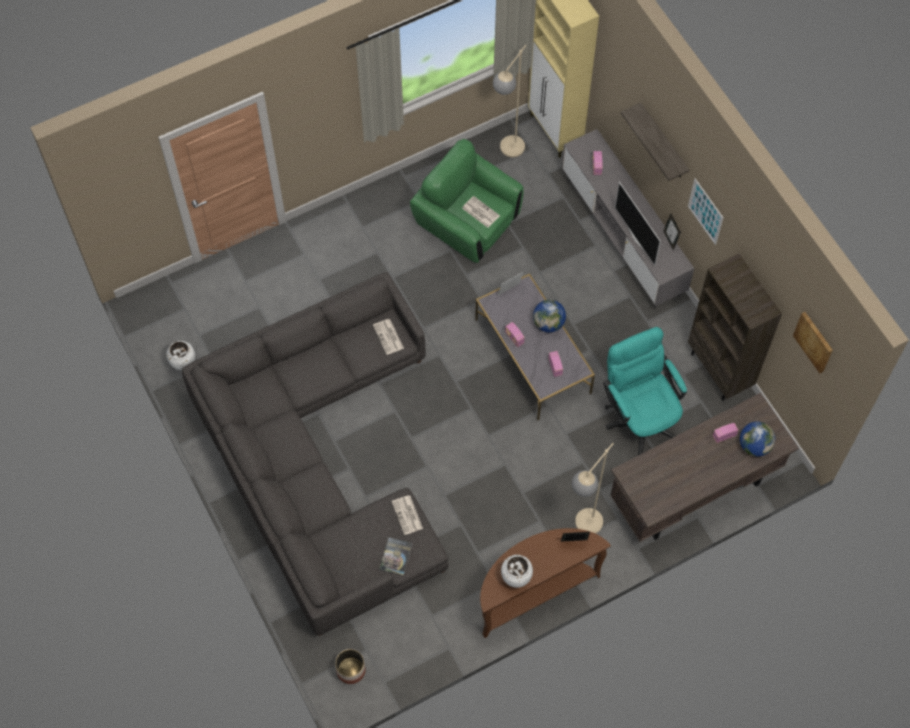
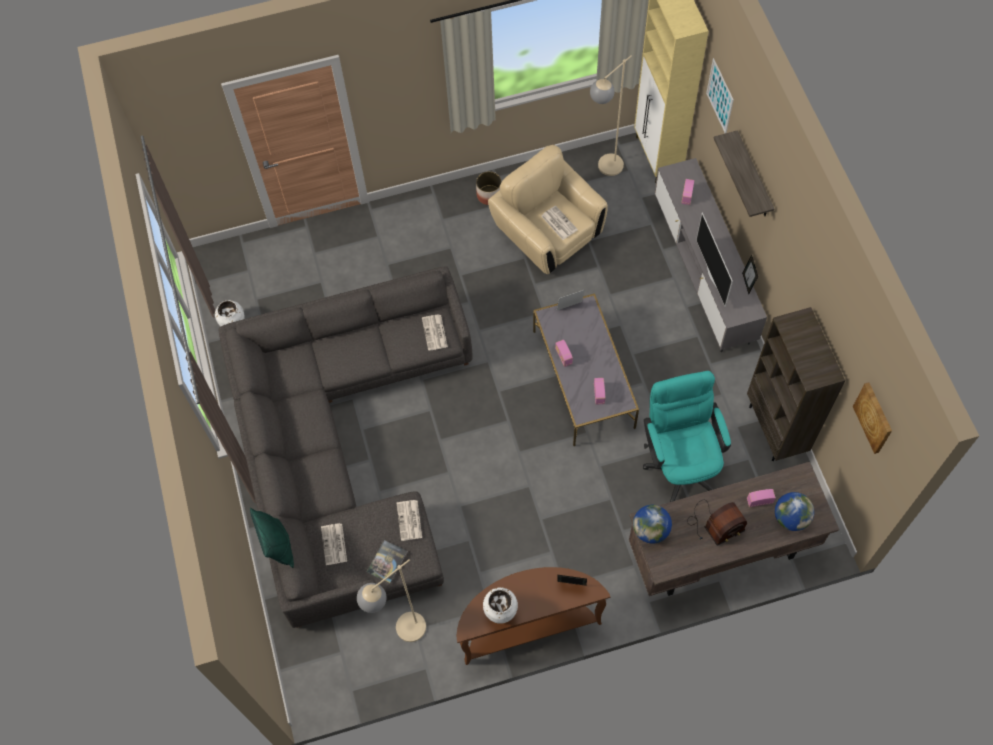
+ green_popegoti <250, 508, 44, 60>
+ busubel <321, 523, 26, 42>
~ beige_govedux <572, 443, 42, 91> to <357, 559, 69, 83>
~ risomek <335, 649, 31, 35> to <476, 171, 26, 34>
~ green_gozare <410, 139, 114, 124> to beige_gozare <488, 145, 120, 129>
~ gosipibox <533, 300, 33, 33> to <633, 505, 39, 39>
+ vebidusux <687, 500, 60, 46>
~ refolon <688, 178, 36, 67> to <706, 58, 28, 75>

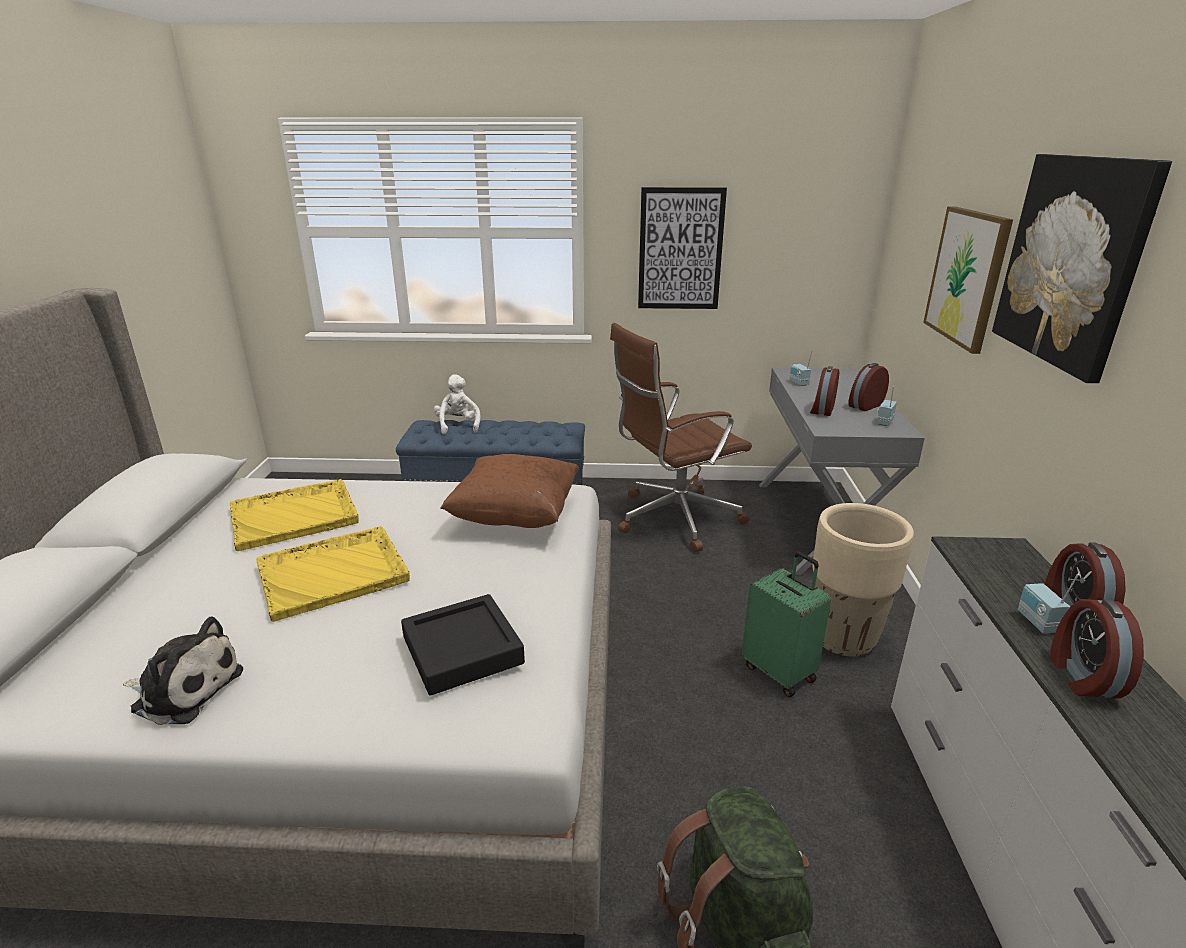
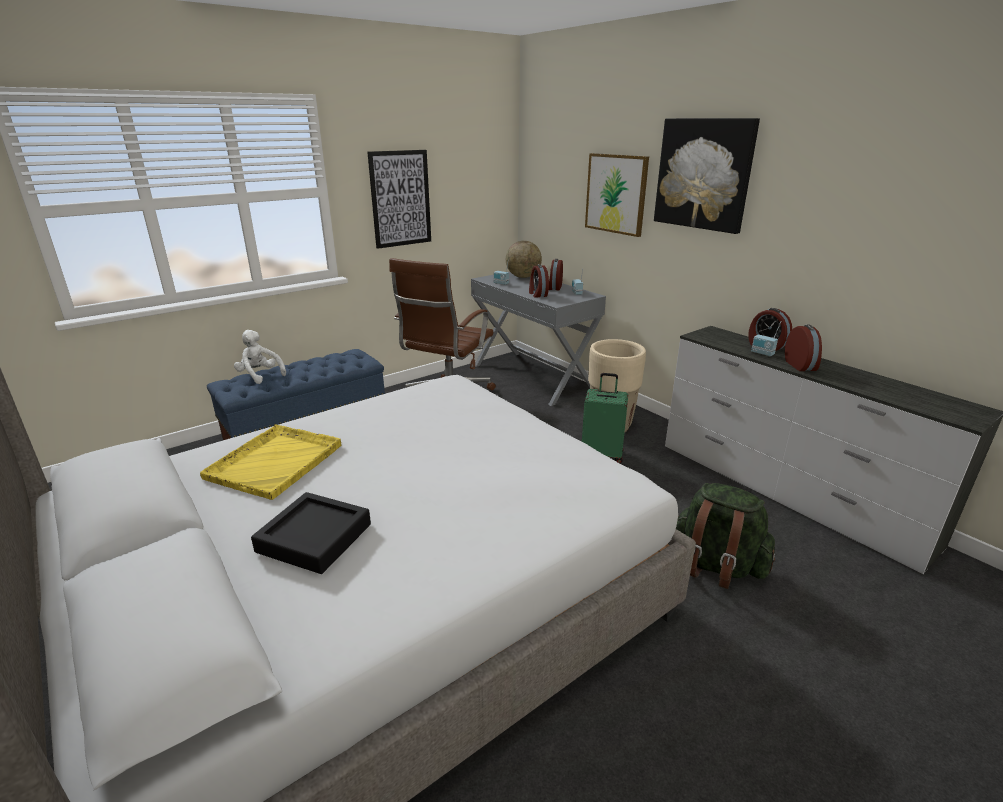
~ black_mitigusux <401, 594, 124, 102> to <251, 492, 120, 82>
+ gosipibox <506, 241, 36, 37>
~ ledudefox <1050, 599, 94, 100> = <785, 324, 37, 47> 150 degrees counterclockwise
- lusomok <123, 616, 120, 109>
- yellow_mitigusux <256, 526, 154, 96>
- brown_popegoti <440, 454, 139, 74>

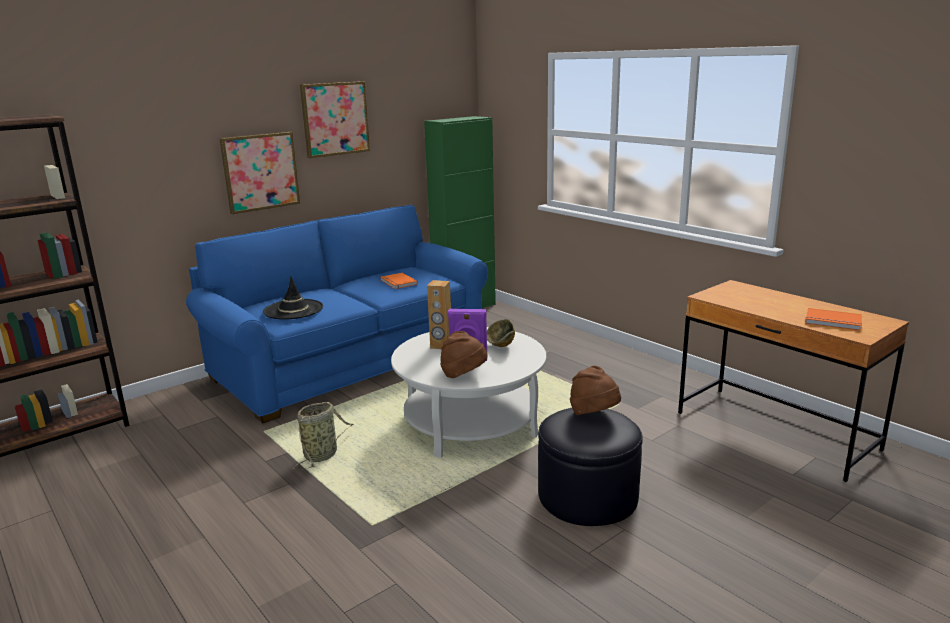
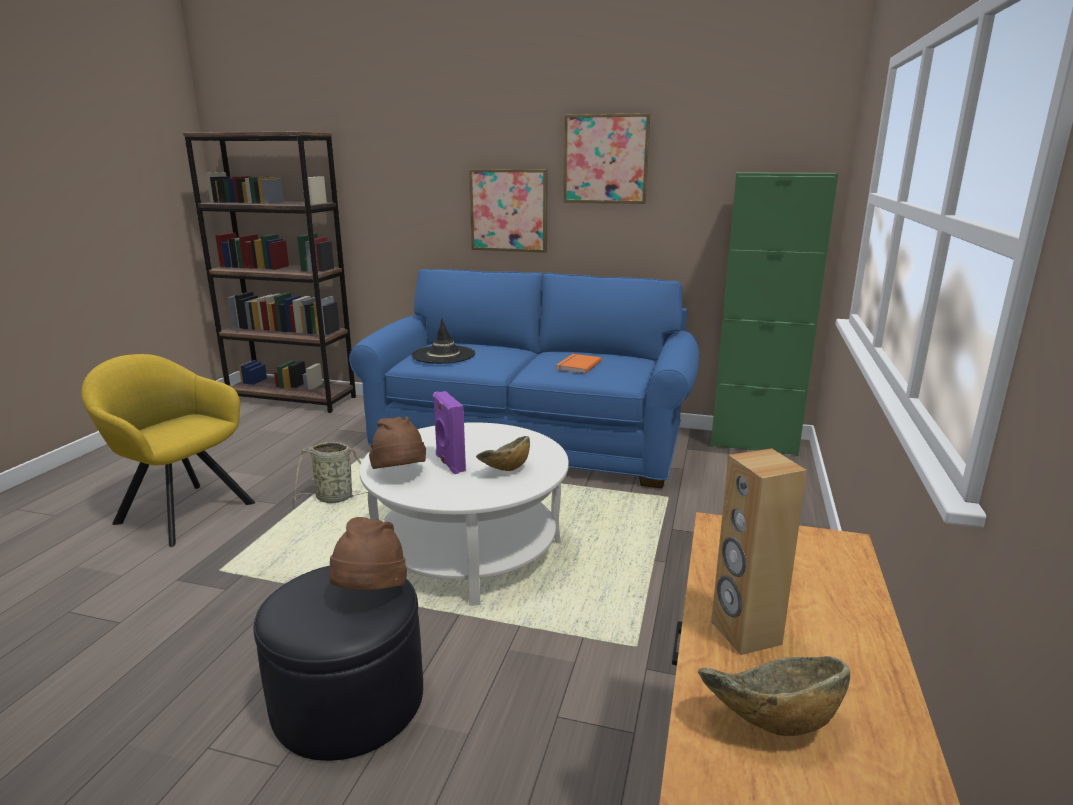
+ yellow_gozare <81, 354, 174, 193>
~ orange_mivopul <805, 308, 57, 23> to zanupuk <698, 656, 152, 80>
~ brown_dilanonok <427, 280, 24, 69> to <711, 448, 96, 207>

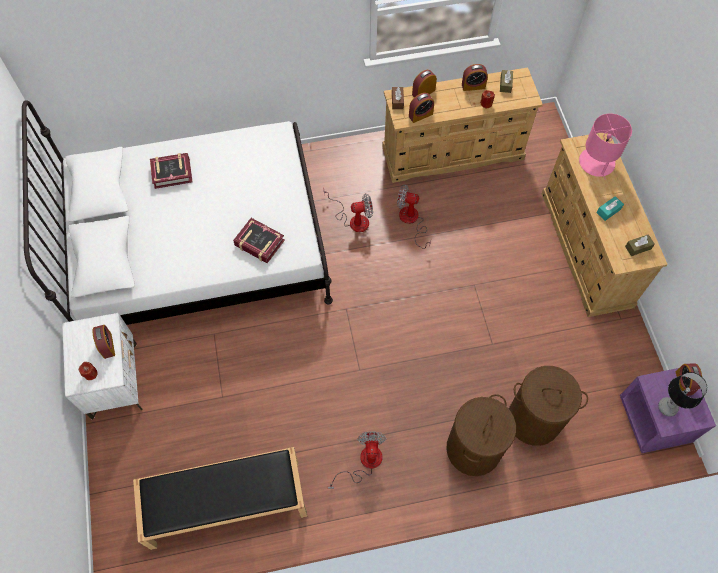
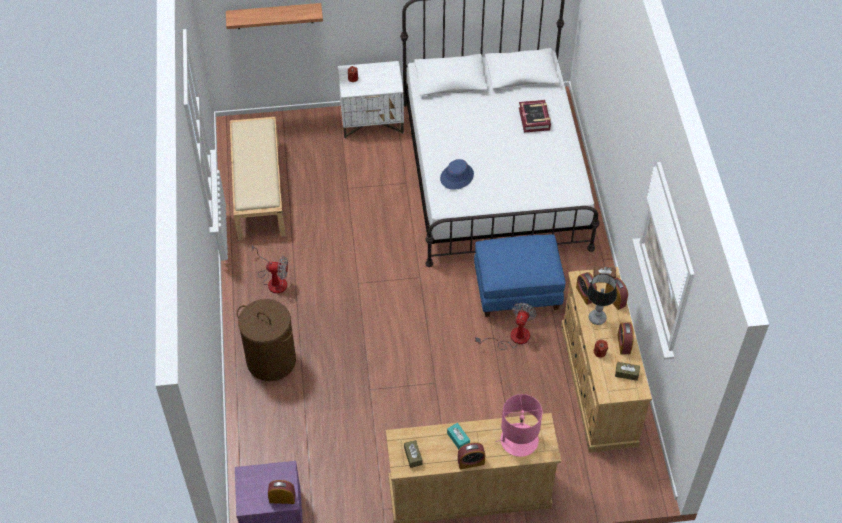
+ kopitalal <226, 3, 97, 26>
~ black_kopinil <133, 447, 174, 103> to beige_kopinil <230, 117, 55, 123>
~ mivopul <233, 218, 52, 45> to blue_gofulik <440, 159, 34, 31>
~ ledudefox <92, 325, 23, 34> to <458, 442, 27, 27>
~ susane <324, 191, 49, 41> to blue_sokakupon <474, 235, 92, 82>
~ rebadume <658, 372, 49, 45> to <587, 274, 30, 51>
- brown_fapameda <509, 366, 79, 80>

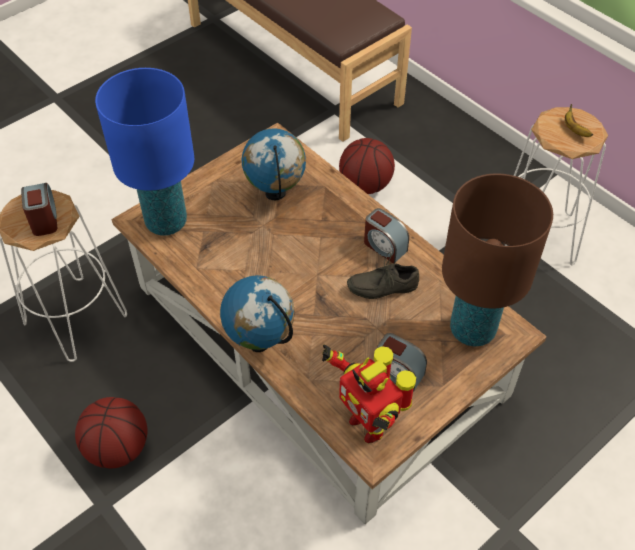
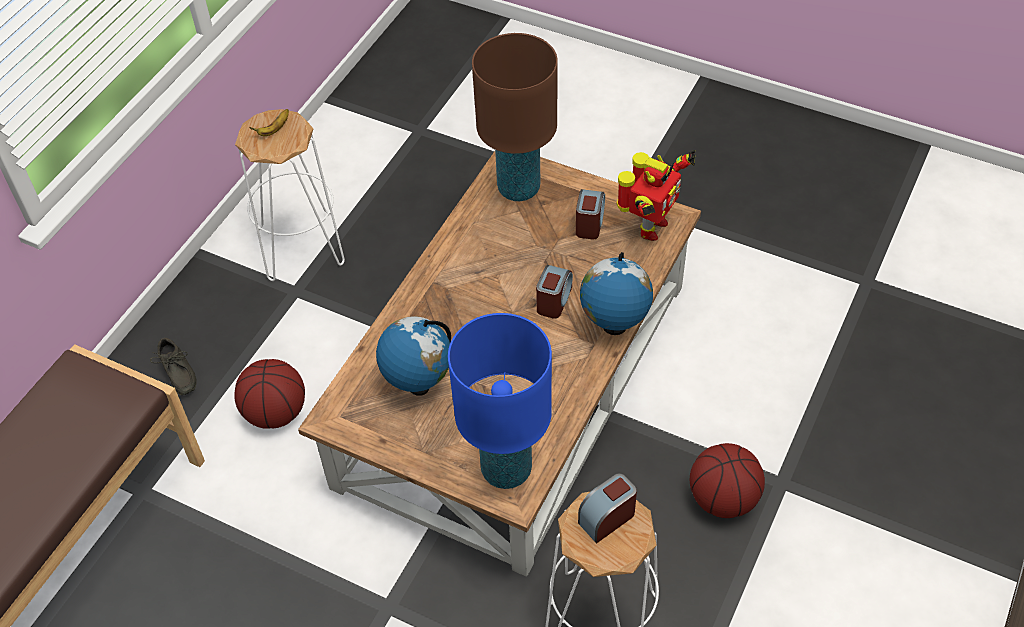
~ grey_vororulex <347, 252, 72, 47> to <150, 338, 47, 57>
~ ledudefox <364, 208, 45, 56> to <536, 265, 37, 54>

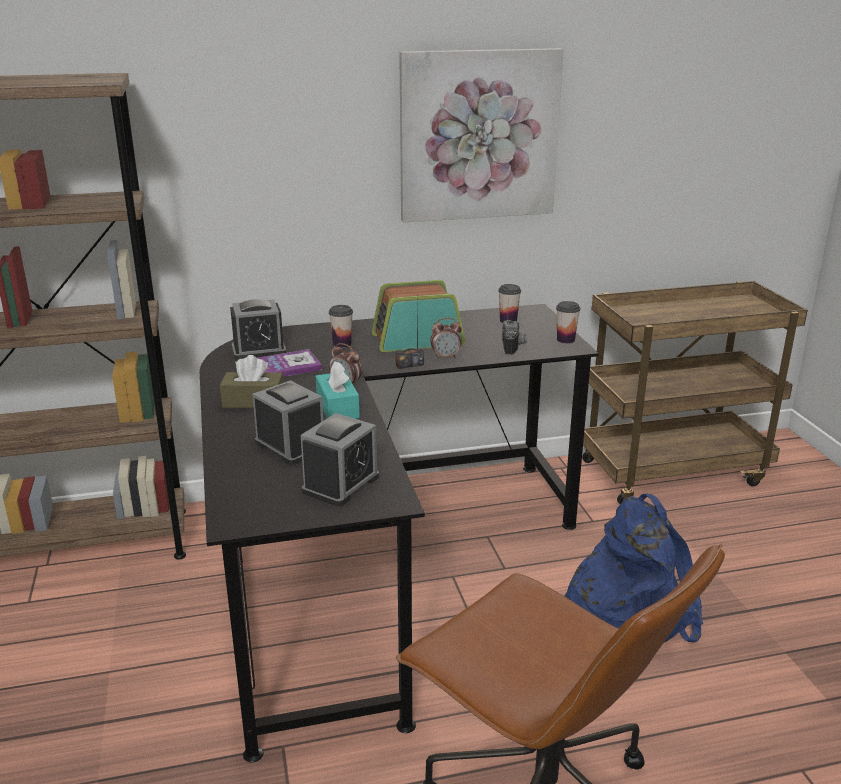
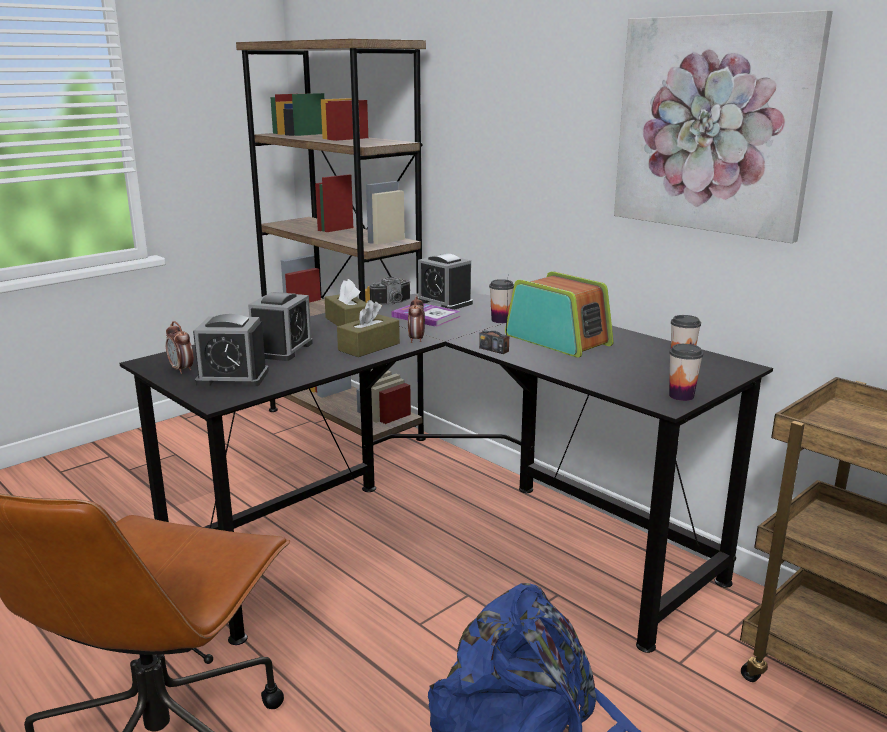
~ ledudefox <430, 318, 32, 41> to <166, 321, 27, 53>
~ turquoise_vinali <316, 362, 44, 57> to brown_vinali <337, 300, 63, 57>
~ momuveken <502, 320, 25, 35> to <369, 277, 41, 28>

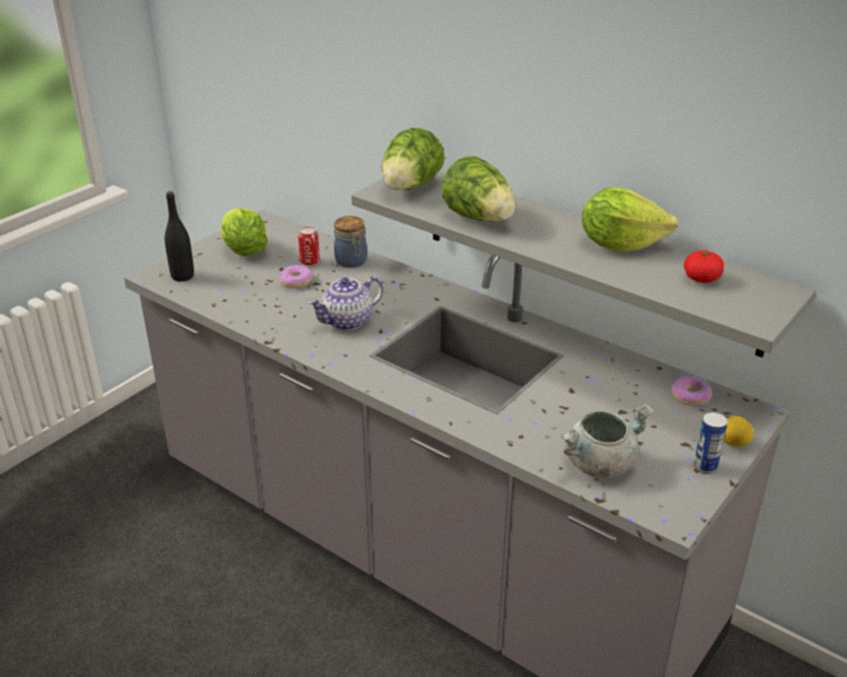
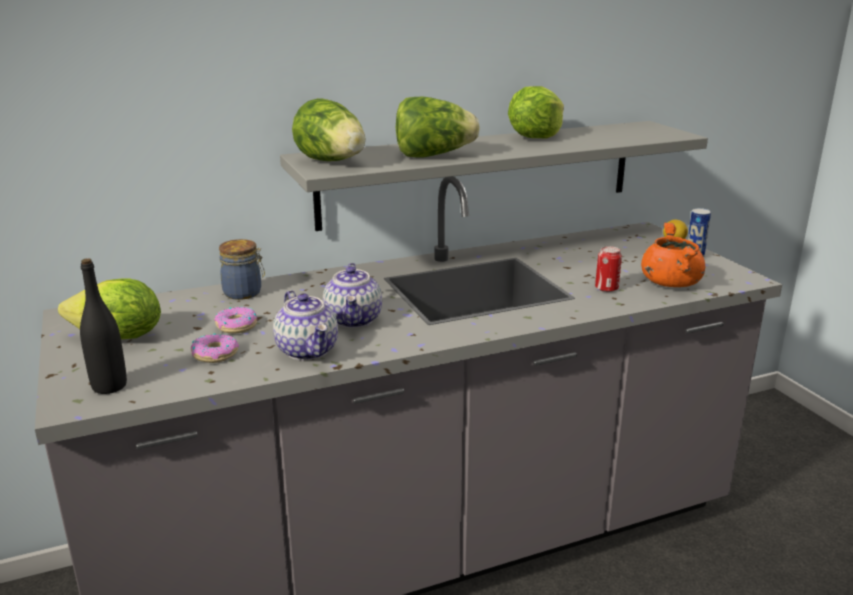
~ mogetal <671, 375, 41, 31> to <191, 333, 48, 30>
+ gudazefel <273, 290, 65, 70>
~ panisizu <298, 227, 22, 39> to <595, 246, 27, 46>
~ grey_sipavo <561, 404, 92, 75> to orange_sipavo <641, 223, 64, 64>
- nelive <684, 250, 40, 33>

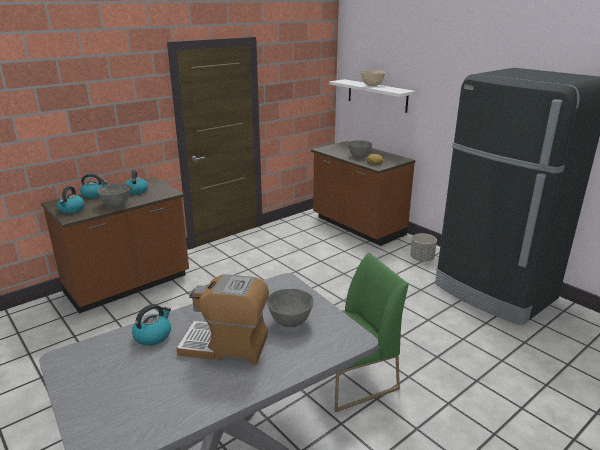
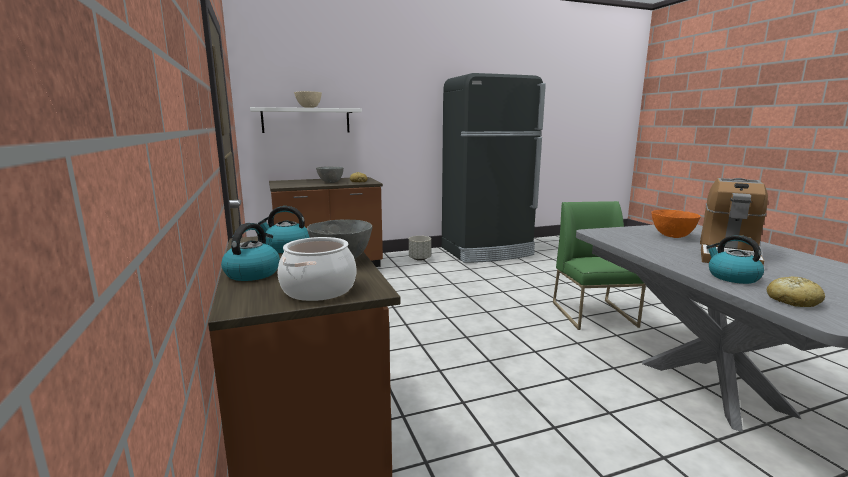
~ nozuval <57, 186, 28, 28> to sipavo <278, 237, 78, 64>
~ grey_zanupuk <266, 289, 47, 38> to orange_zanupuk <651, 209, 50, 29>
+ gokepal <767, 276, 58, 31>

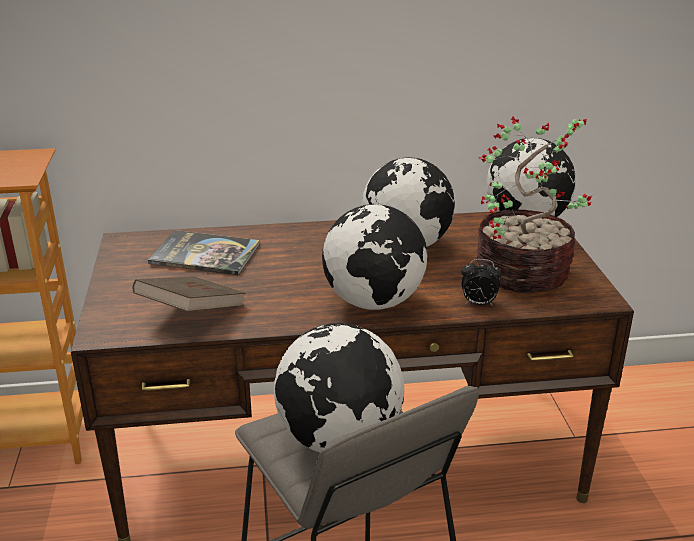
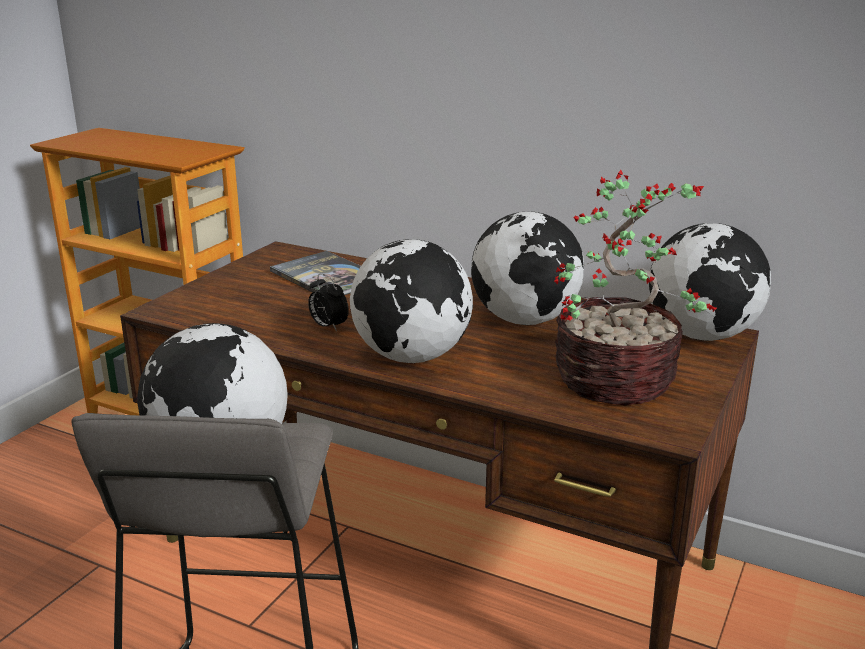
~ ledudefox <461, 259, 40, 47> to <308, 274, 41, 58>
- brown_mivopul <133, 276, 113, 36>

